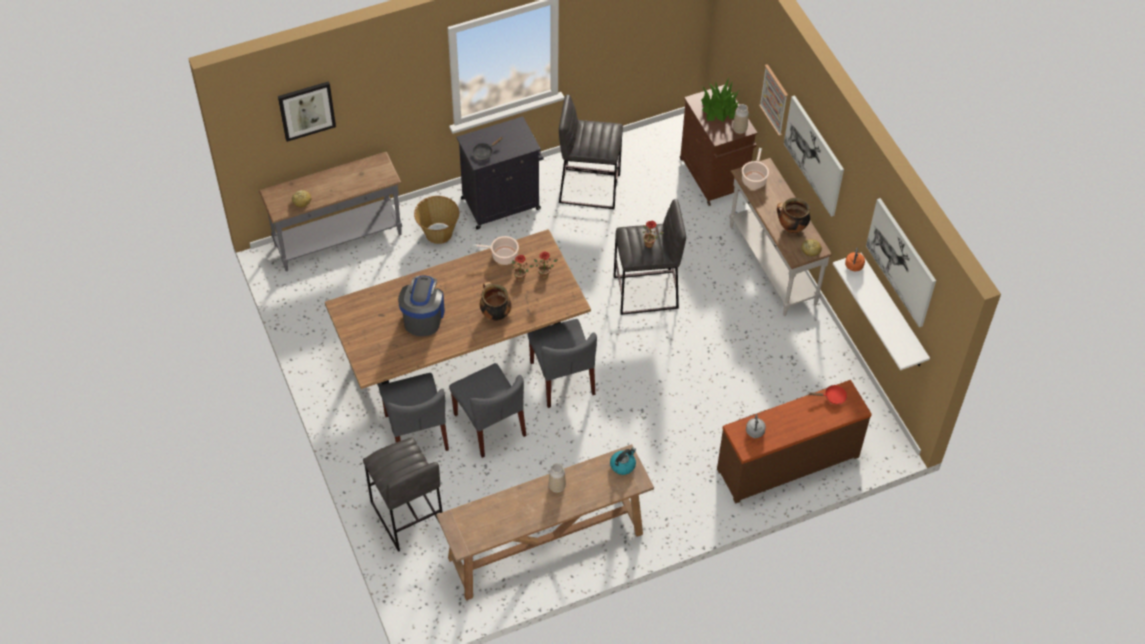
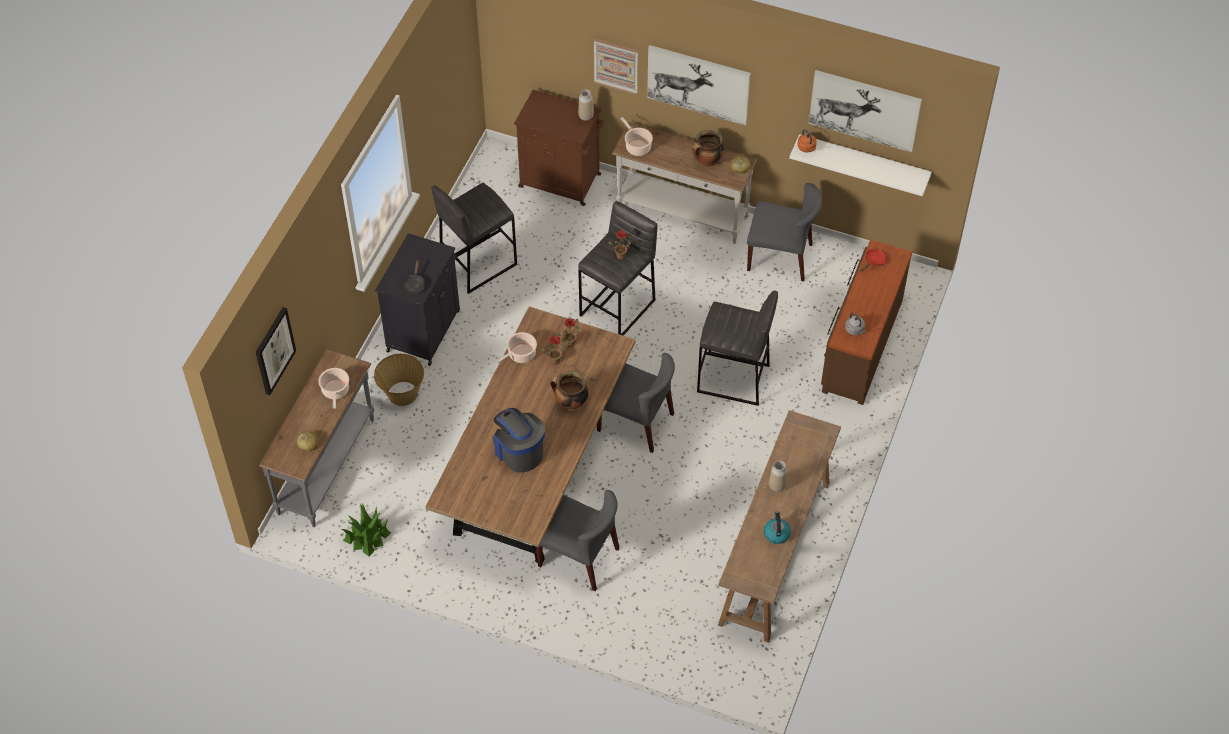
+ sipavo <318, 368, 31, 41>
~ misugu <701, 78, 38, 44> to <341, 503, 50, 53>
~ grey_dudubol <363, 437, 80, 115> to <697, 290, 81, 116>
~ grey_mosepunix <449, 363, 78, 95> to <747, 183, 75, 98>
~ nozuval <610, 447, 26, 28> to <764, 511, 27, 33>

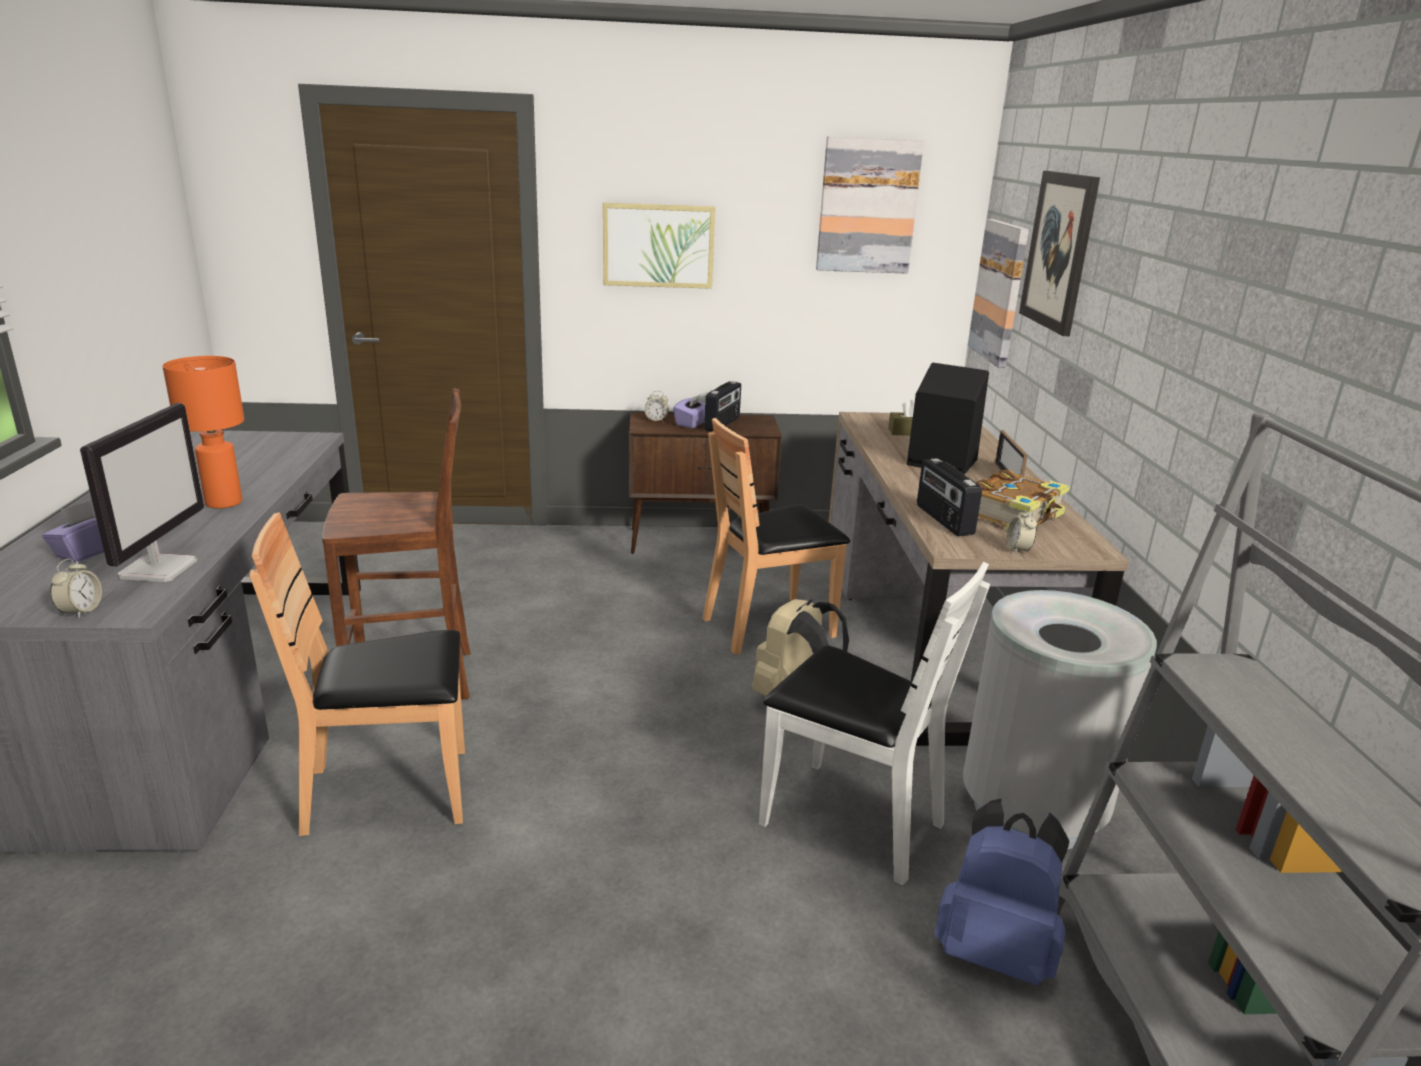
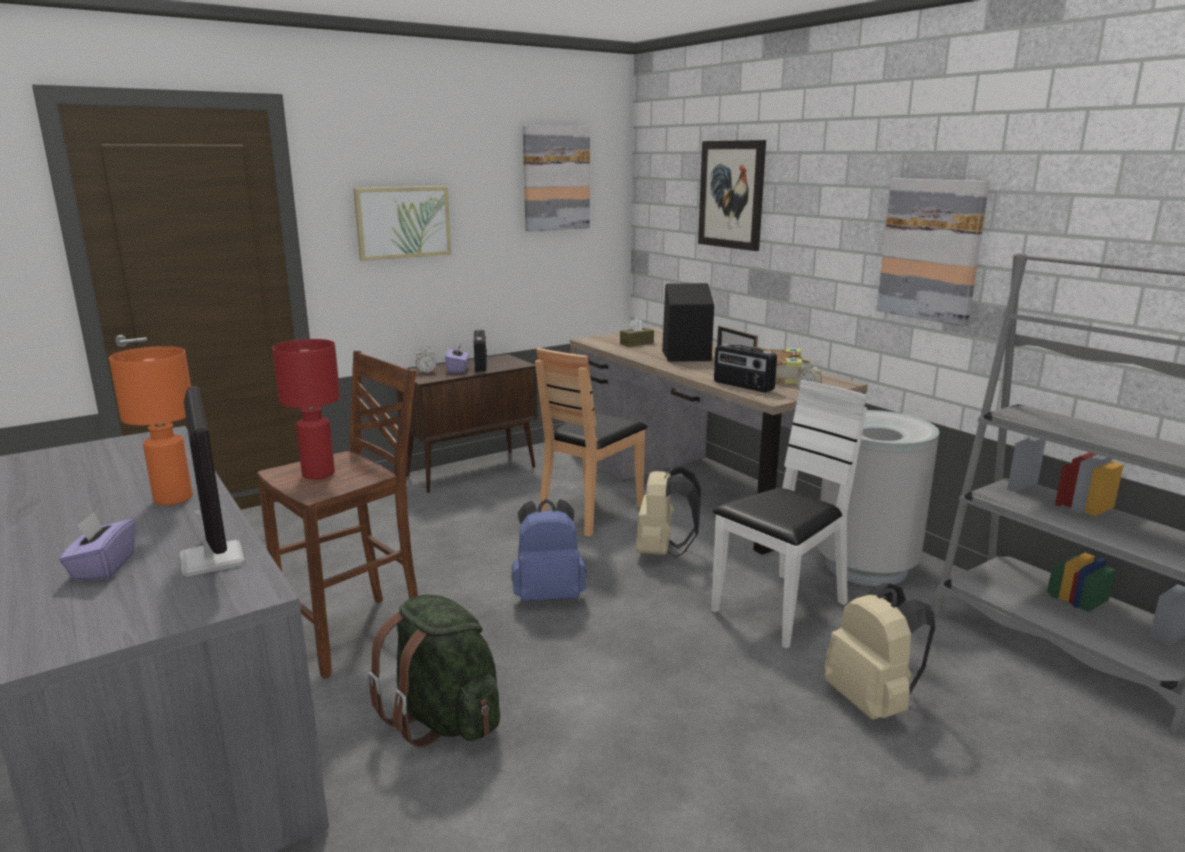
+ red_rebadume <272, 339, 68, 140>
~ brown_mosepunix <249, 512, 216, 324> to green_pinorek <367, 594, 133, 154>
~ blue_pinorek <935, 798, 135, 188> to <511, 499, 75, 103>
~ white_mosepunix <759, 562, 231, 323> = <711, 380, 156, 269> 45 degrees counterclockwise
+ beige_pinorek <824, 583, 111, 137>
~ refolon <968, 219, 61, 149> to <876, 178, 114, 149>
- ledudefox <50, 558, 52, 60>

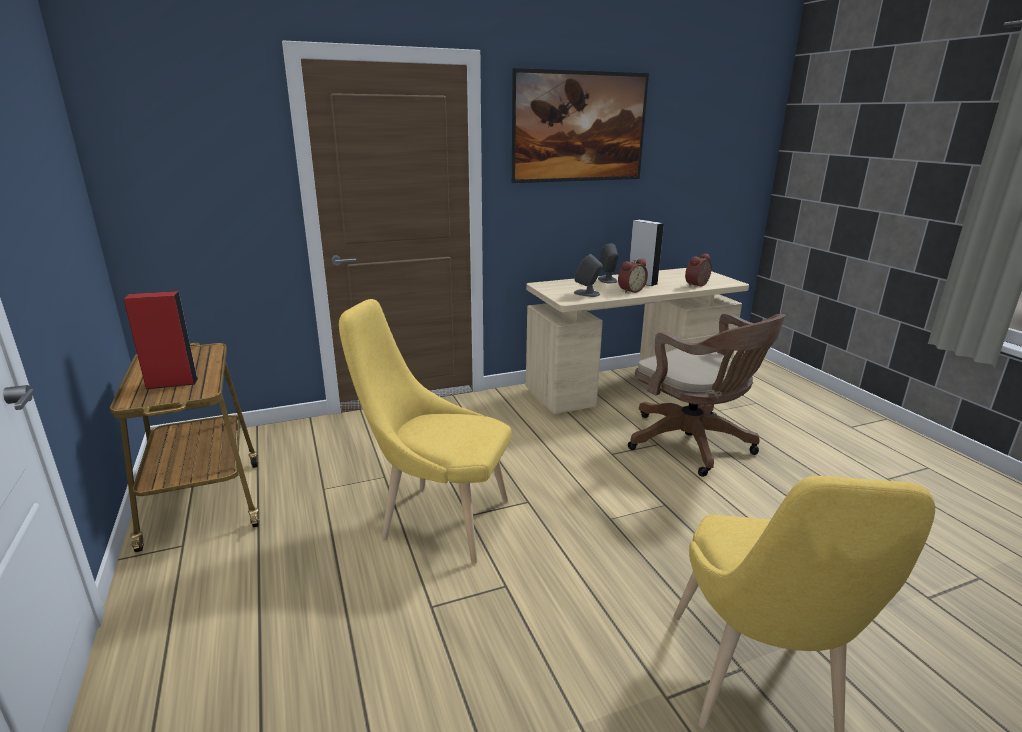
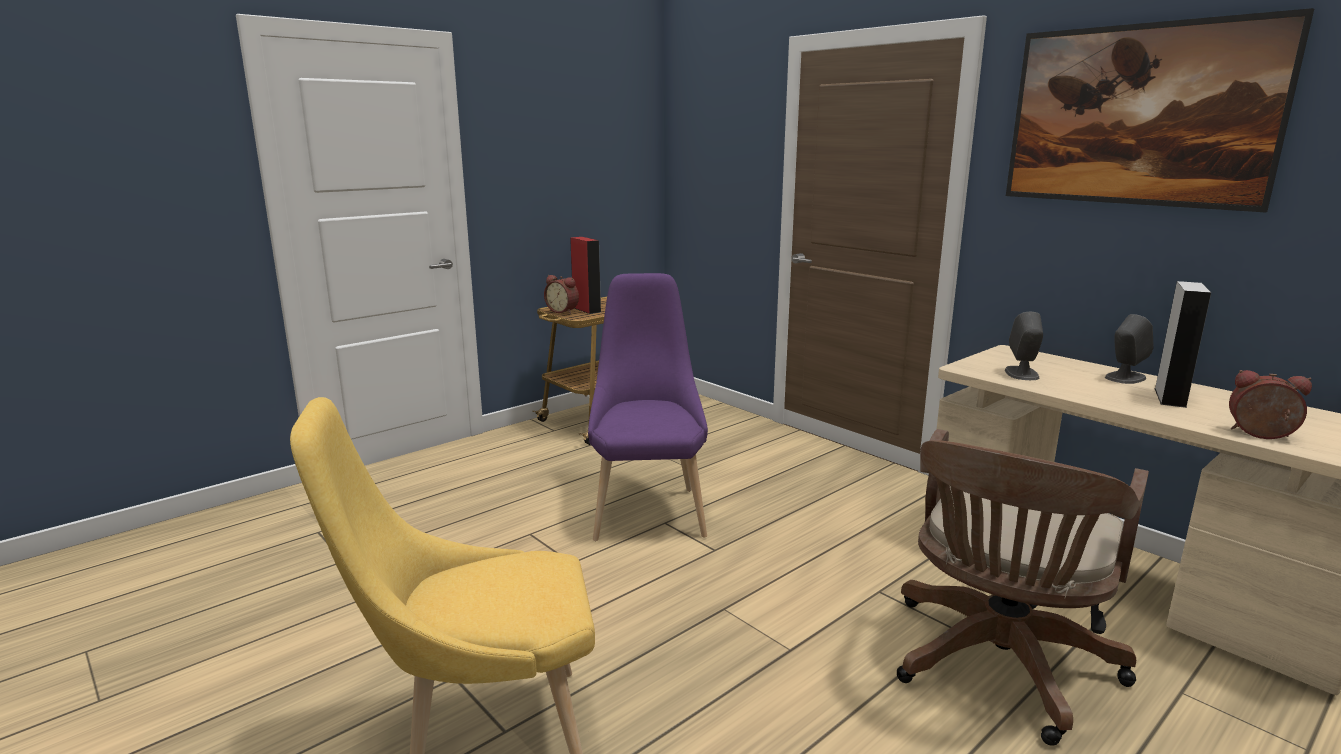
~ ledudefox <618, 259, 30, 34> to <544, 275, 35, 39>
~ yellow_mosepunix <339, 299, 172, 265> to purple_mosepunix <588, 273, 120, 268>

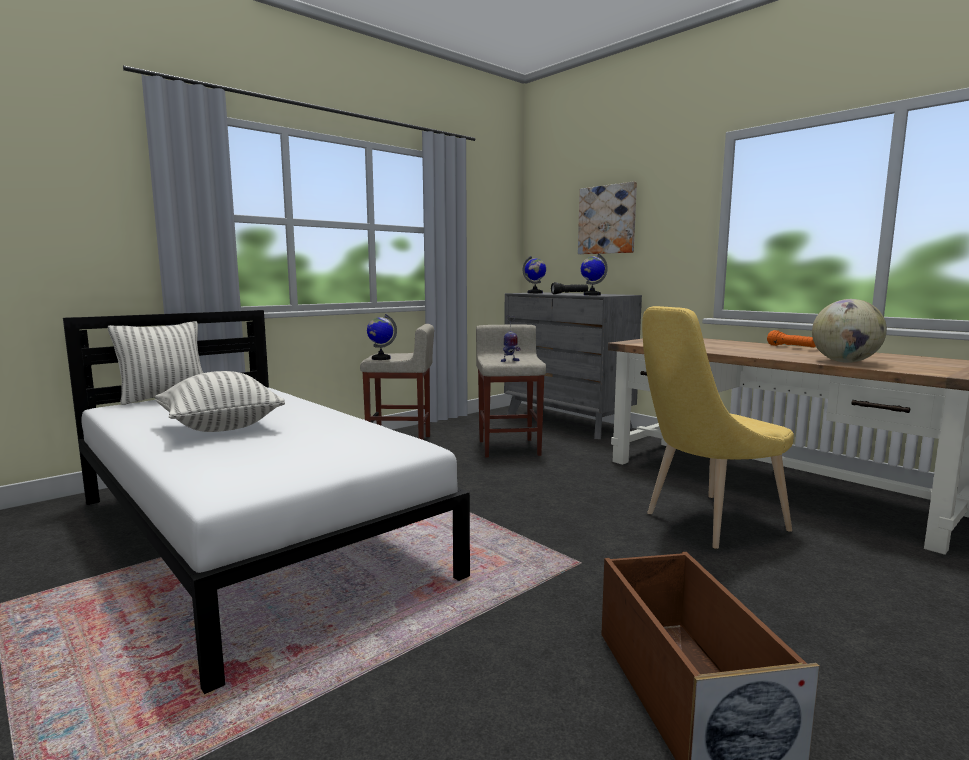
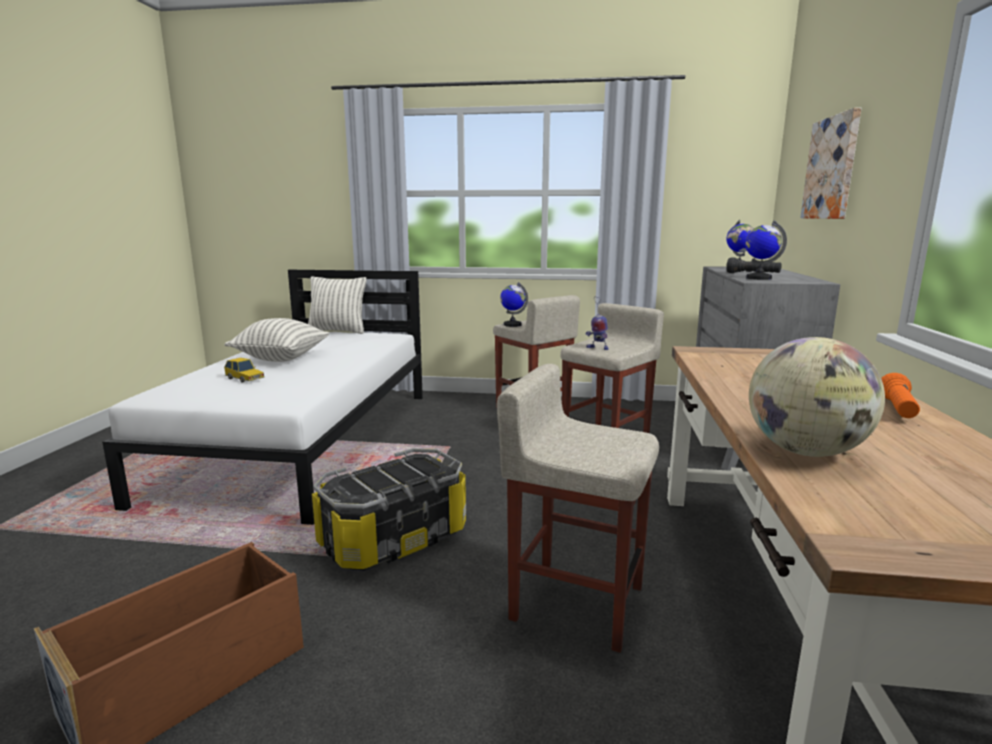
+ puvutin <224, 358, 41, 24>
+ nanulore <312, 448, 154, 123>
~ yellow_mosepunix <642, 306, 152, 243> to beige_dudubol <497, 364, 162, 289>

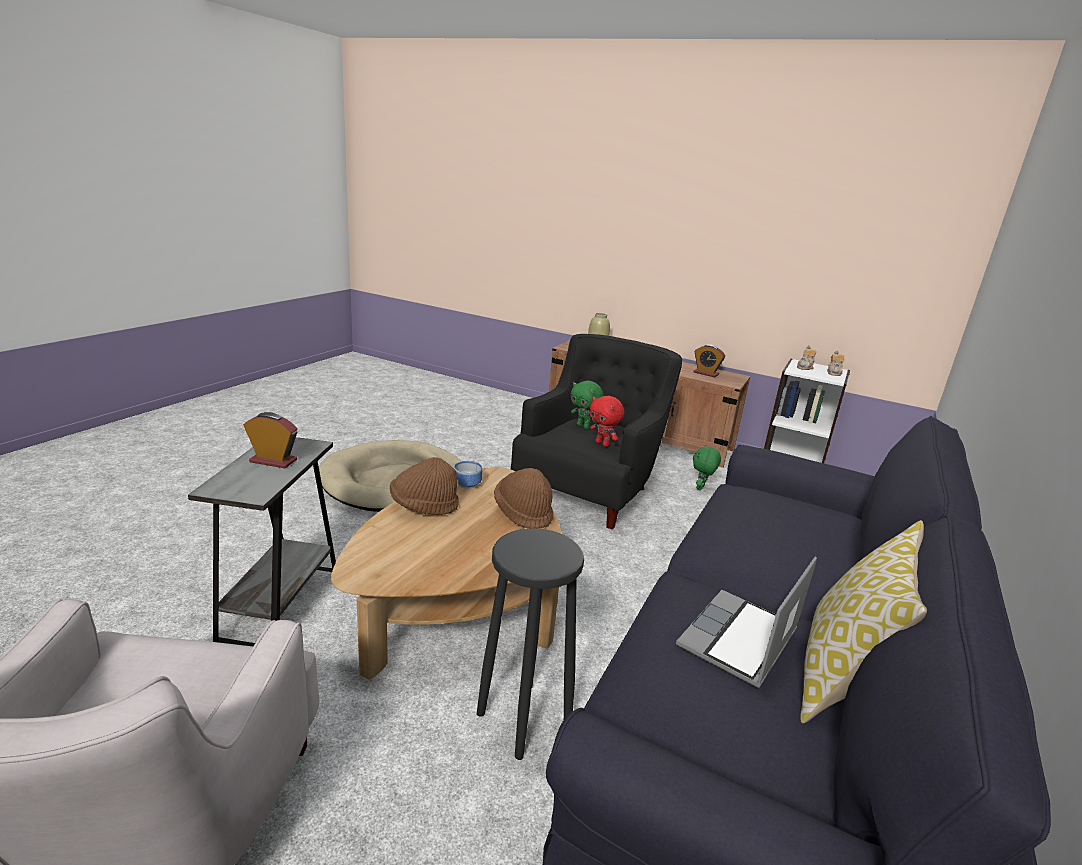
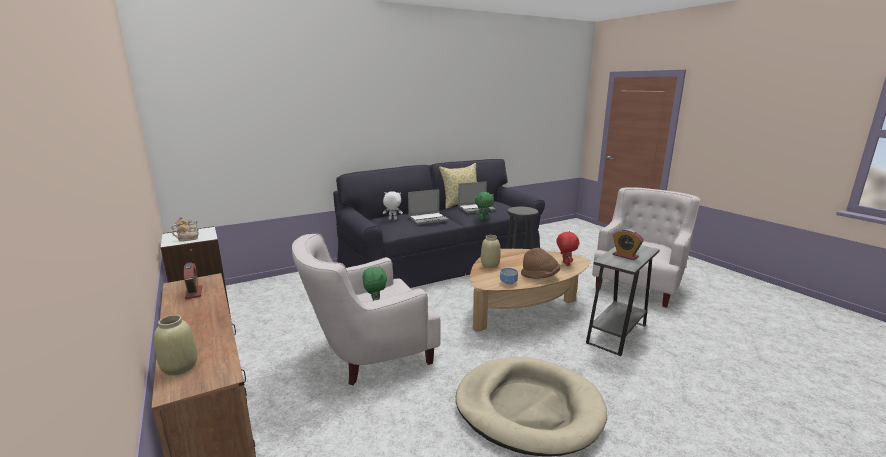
~ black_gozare <511, 334, 171, 196> to white_gozare <292, 234, 149, 151>
+ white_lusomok <383, 191, 20, 29>
+ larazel <408, 189, 41, 36>
~ green_lusomok <693, 445, 28, 46> to <475, 192, 19, 28>
~ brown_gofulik <494, 468, 59, 61> to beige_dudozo <481, 235, 20, 33>
~ red_lusomok <589, 396, 35, 51> to <557, 231, 22, 35>

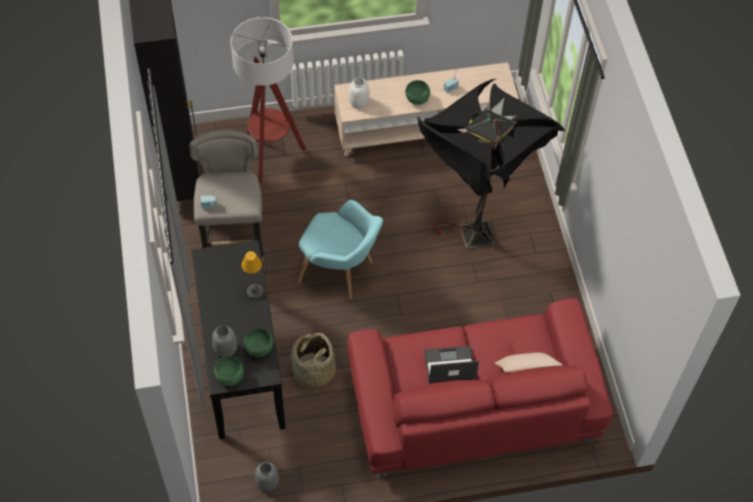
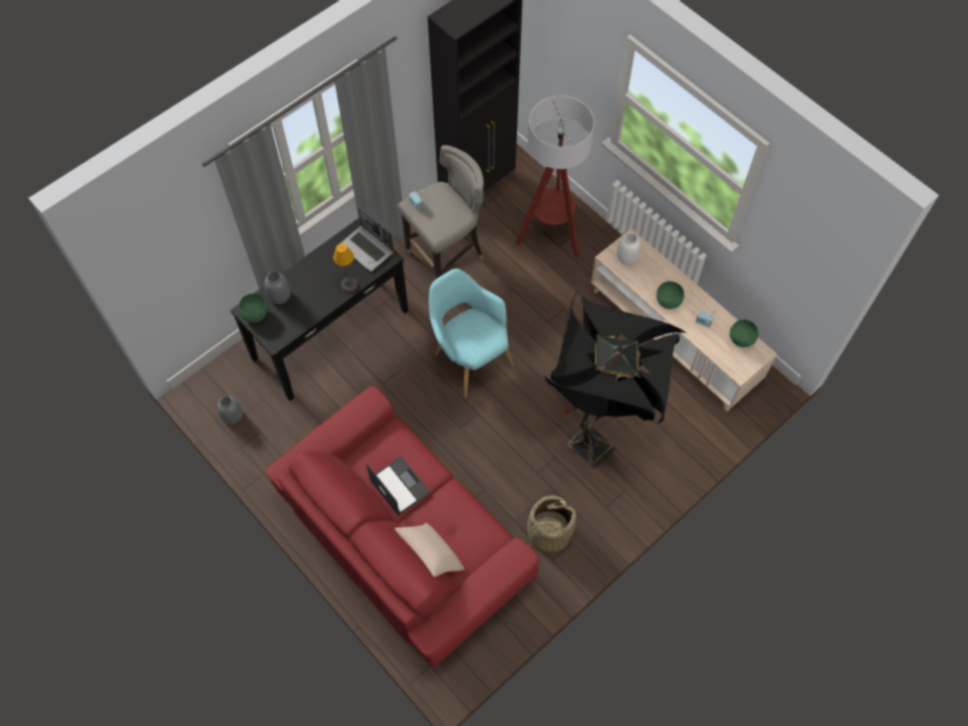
+ larazel <341, 208, 53, 64>
~ turquoise_gozare <298, 200, 85, 99> = <429, 268, 85, 130> 150 degrees clockwise
~ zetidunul <291, 333, 45, 61> to <527, 496, 50, 57>
~ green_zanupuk <244, 328, 29, 29> to <730, 320, 28, 27>

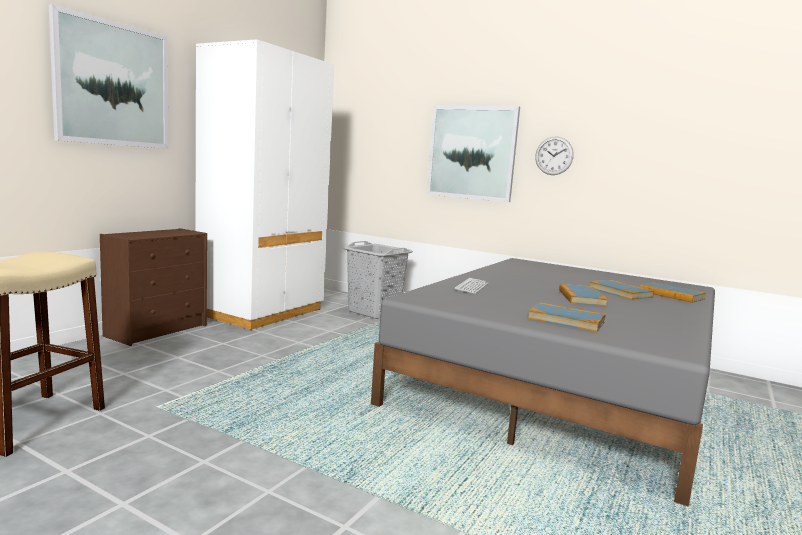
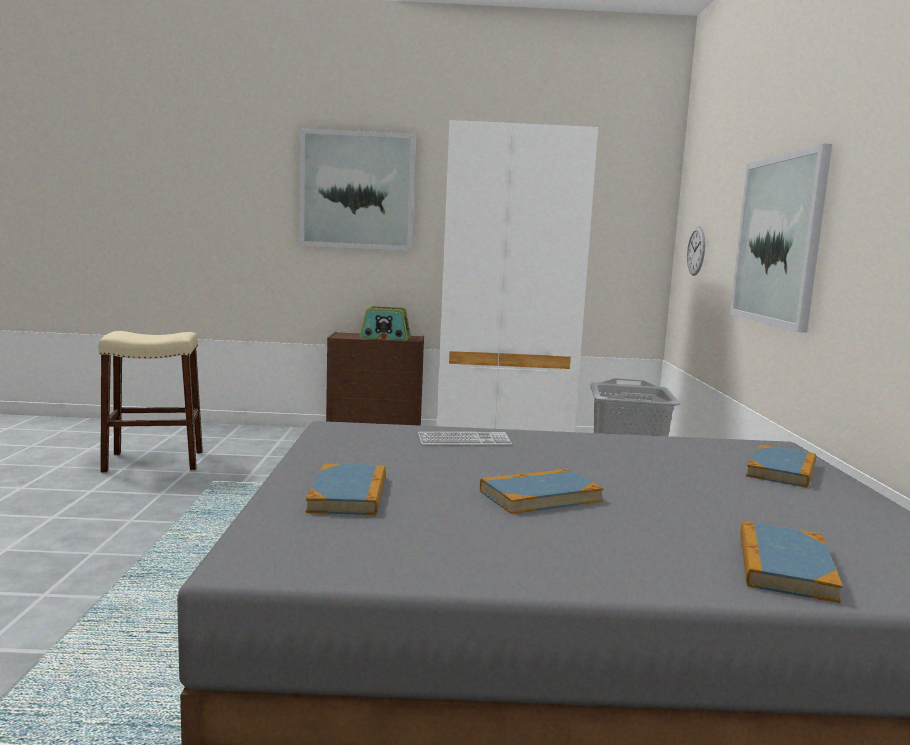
+ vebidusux <360, 306, 51, 35>
~ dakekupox <535, 136, 39, 39> to <687, 226, 18, 50>
~ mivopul <590, 280, 64, 20> to <746, 445, 70, 43>

